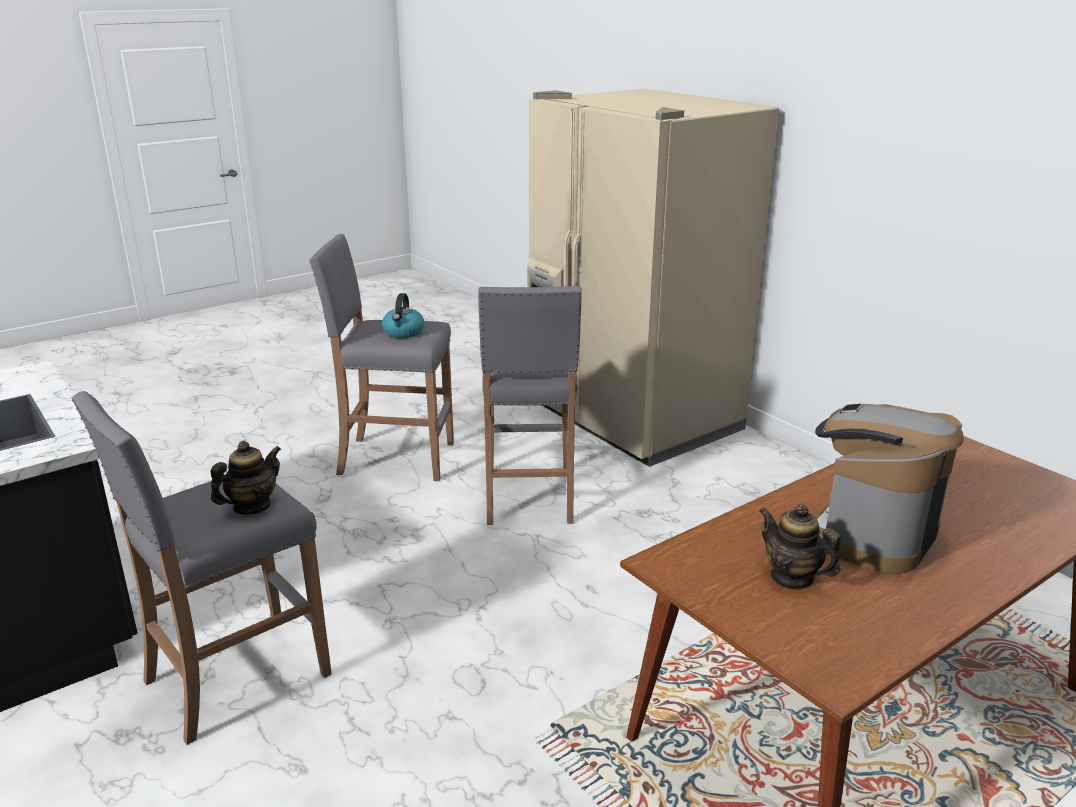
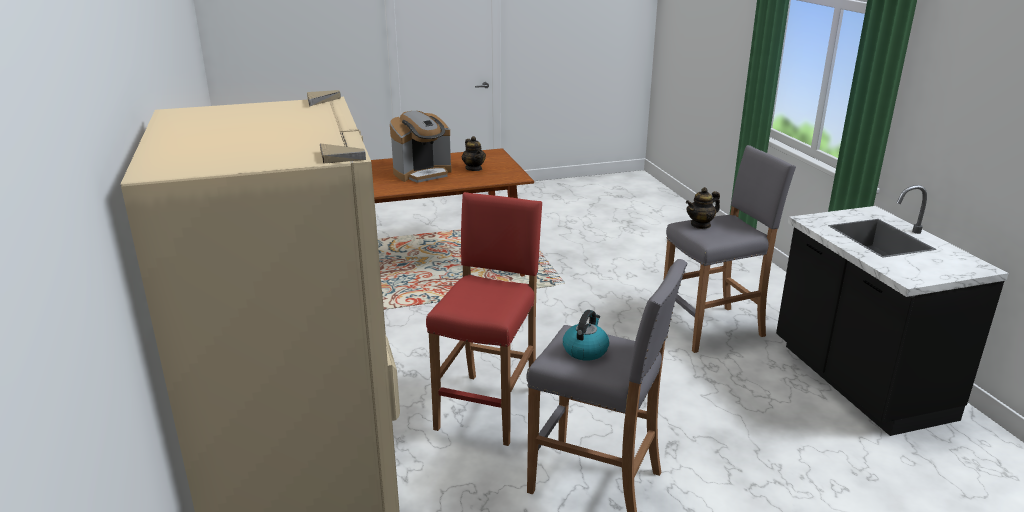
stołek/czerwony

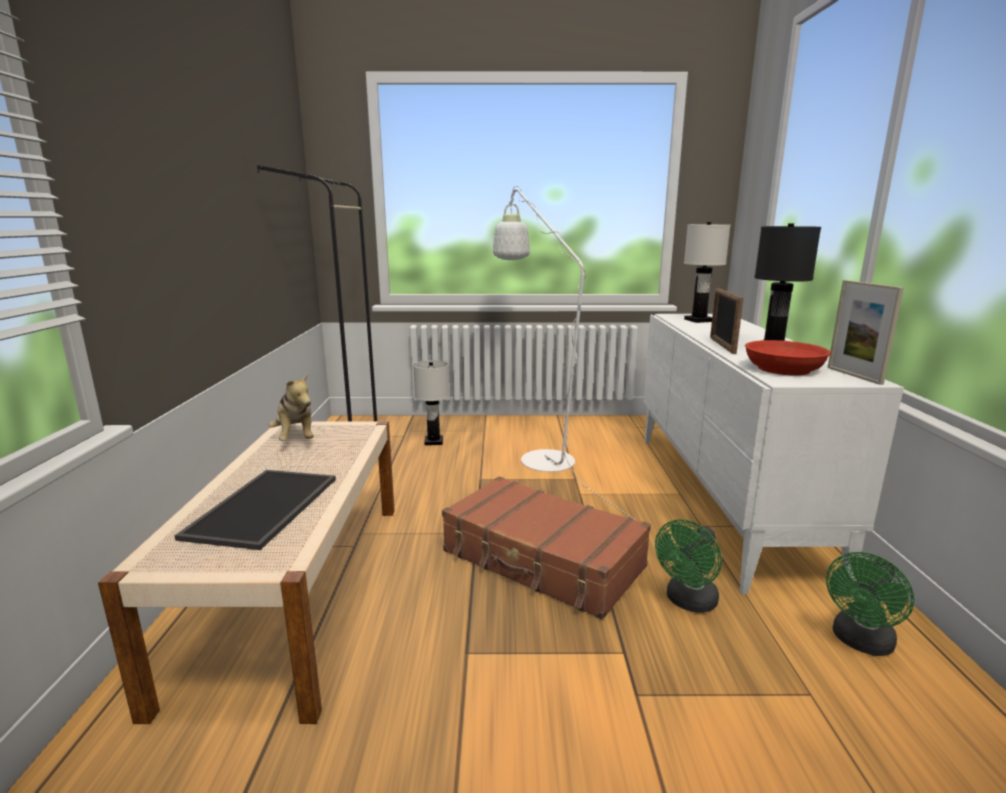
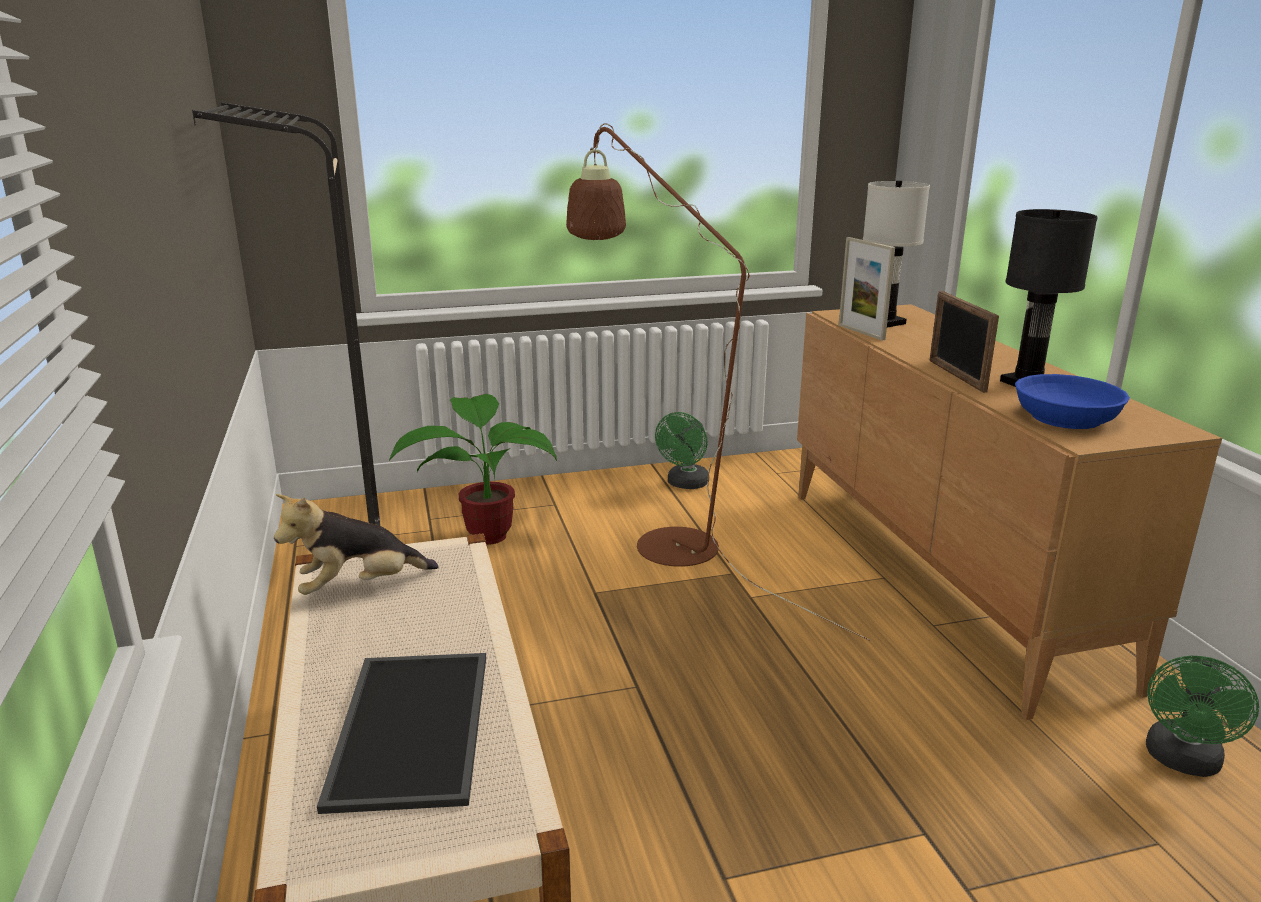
pluszak
roślina doniczkowa
walizka/brązowy
lampa stojąca/brązowy
komoda/brązowy
wentylator/zielony (no. 1 from left)
miska/niebieski
ramka na zdjęcie (no. 1 from left)

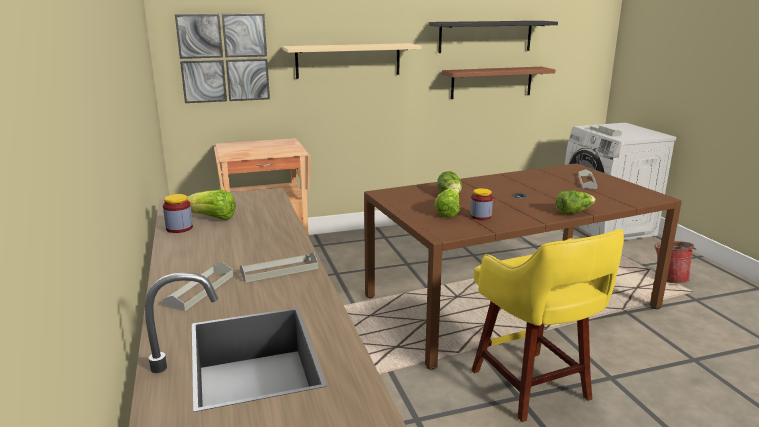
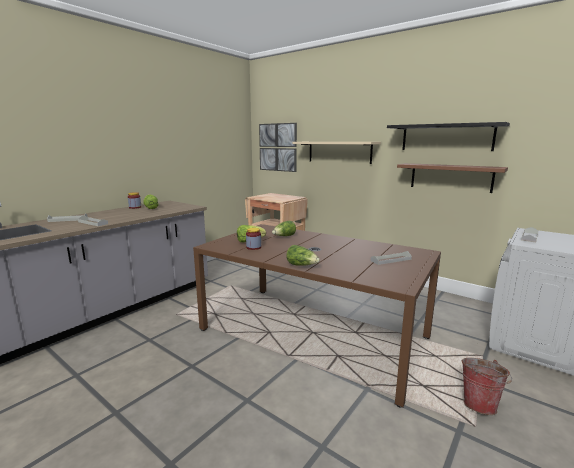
stołek/żółty

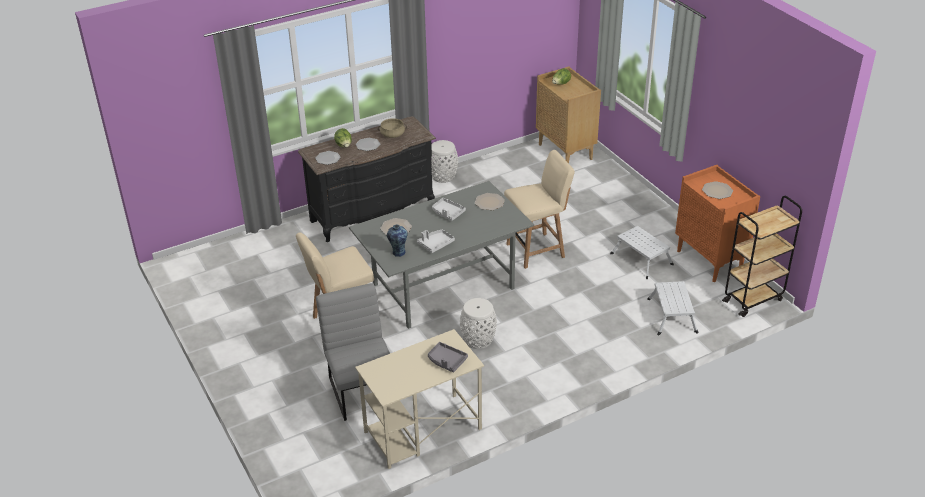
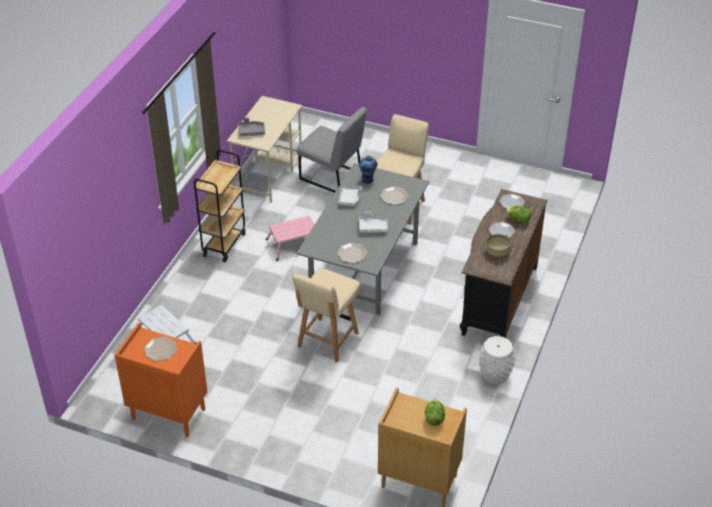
drabinka/różowy
drabinka/biały (no. 1 from left in the first image)
wózek/brązowy

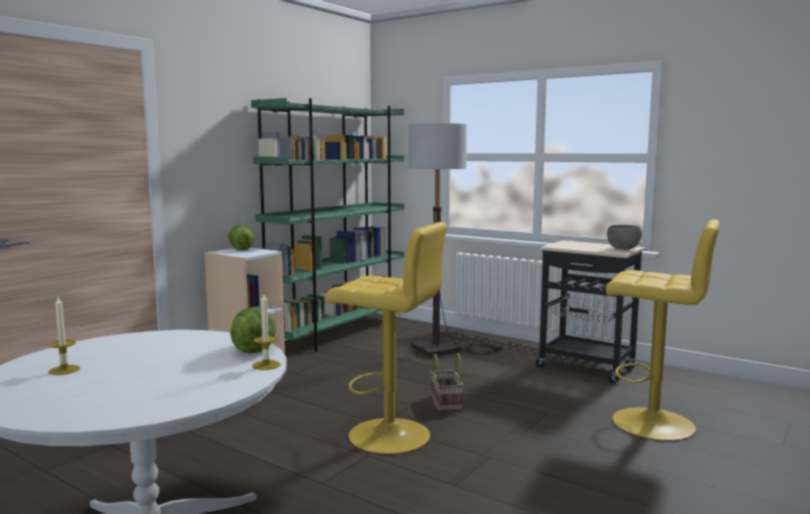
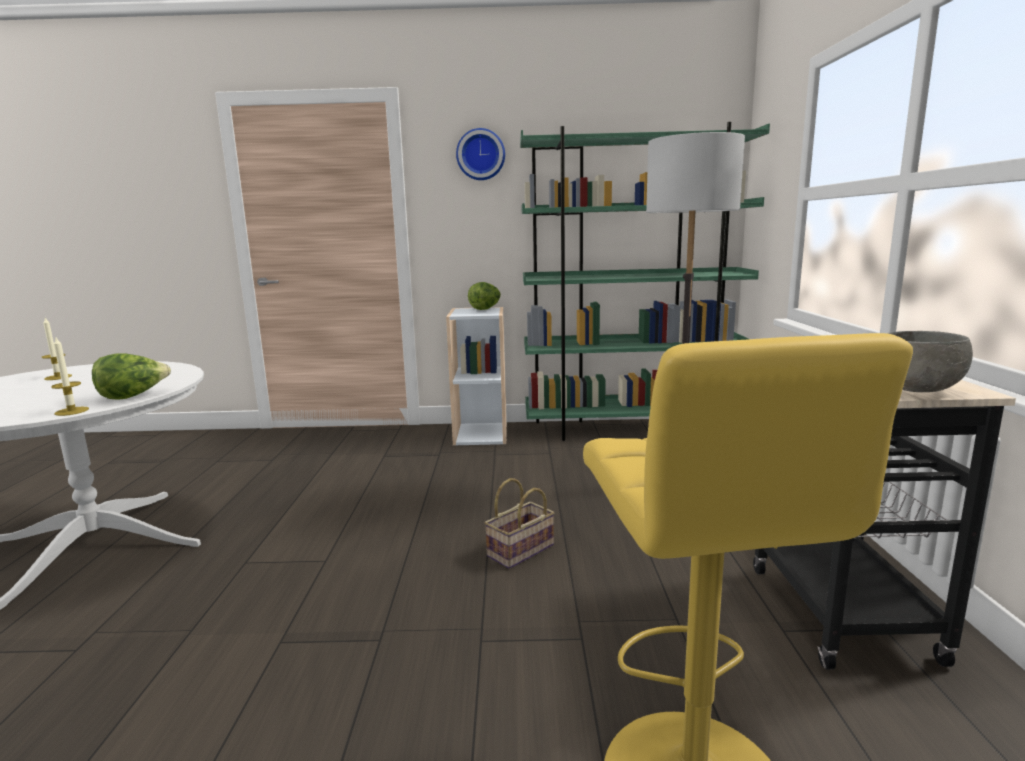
stołek/żółty (no. 1 from left in the first image)
zegar ścienny

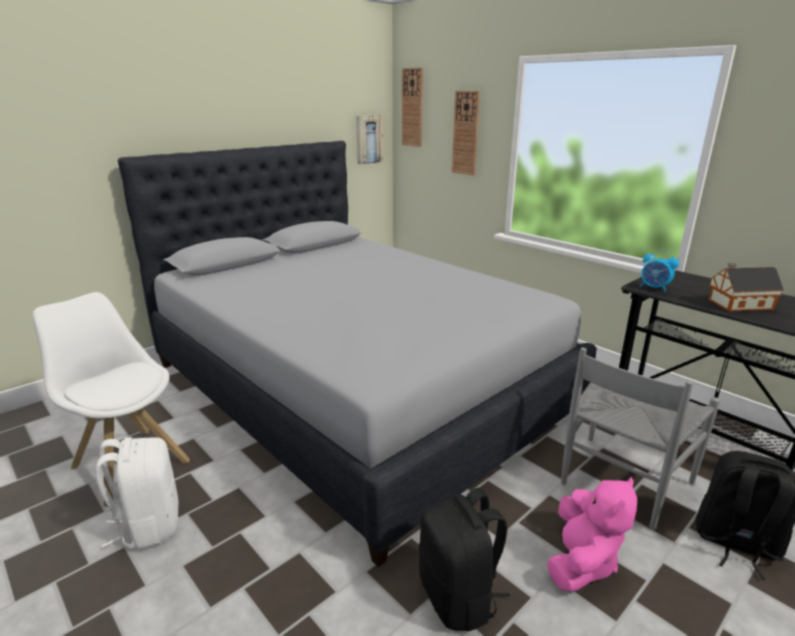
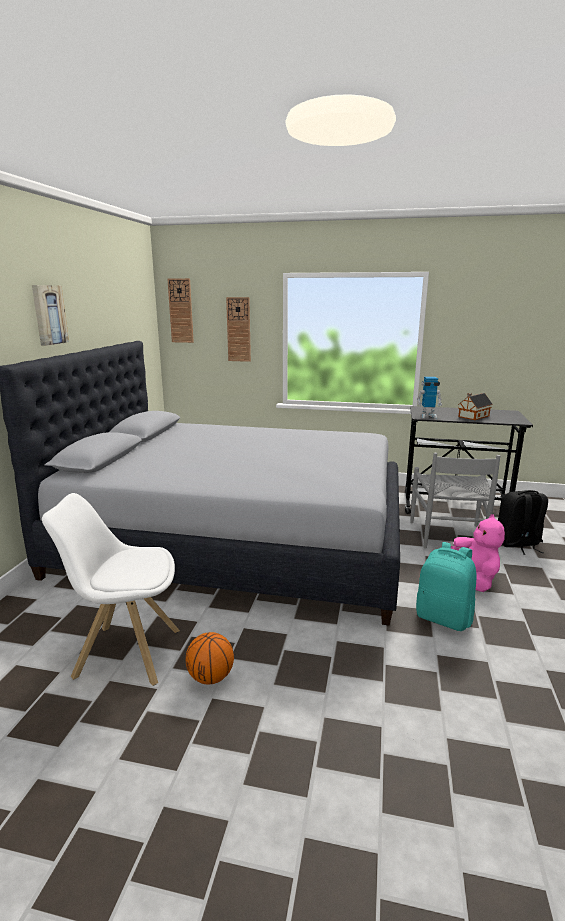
piłka do koszykówki
obraz
plecak/turkusowy
robot zabawkowy

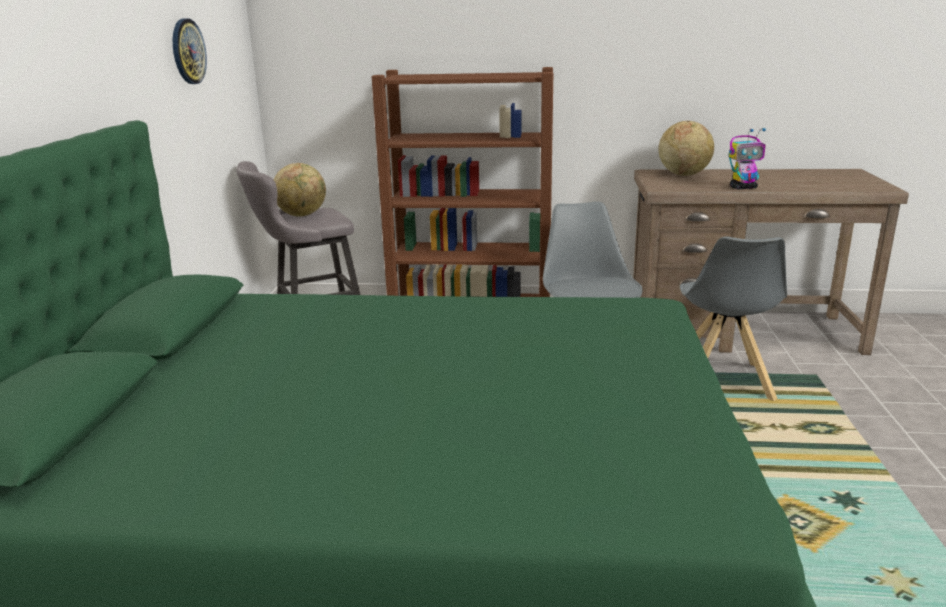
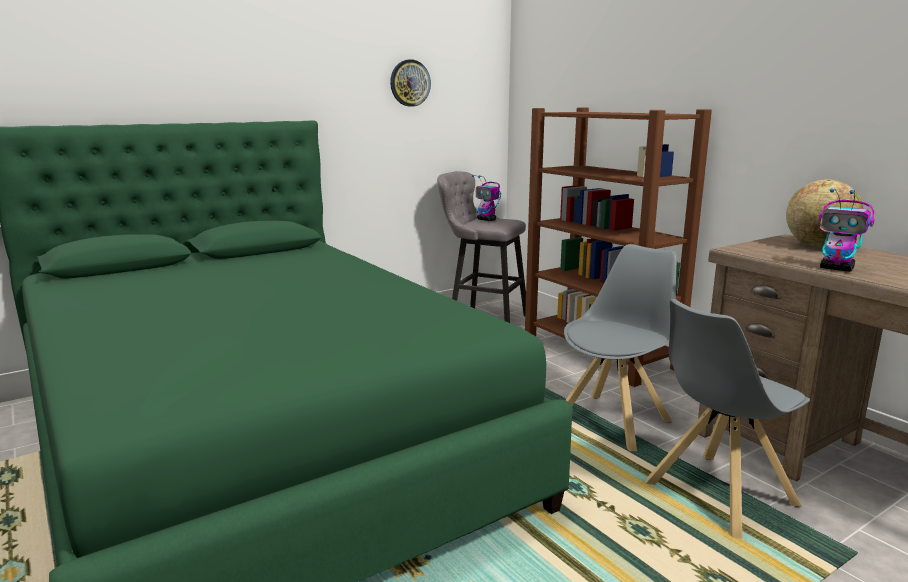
robot zabawkowy (no. 1 from left)

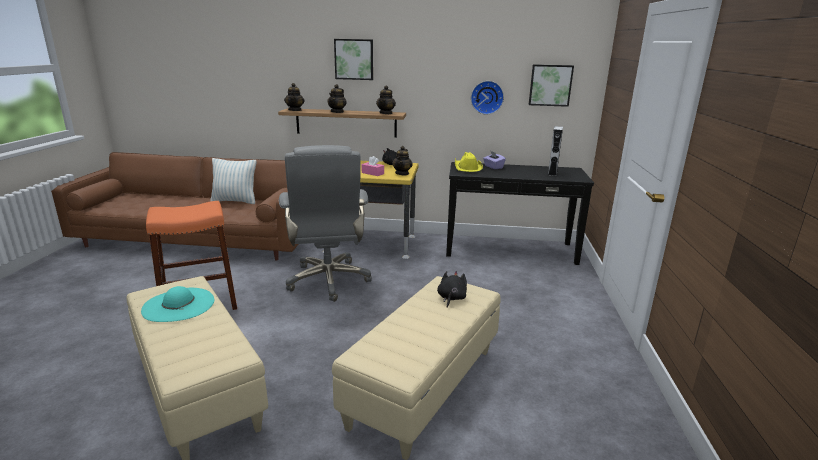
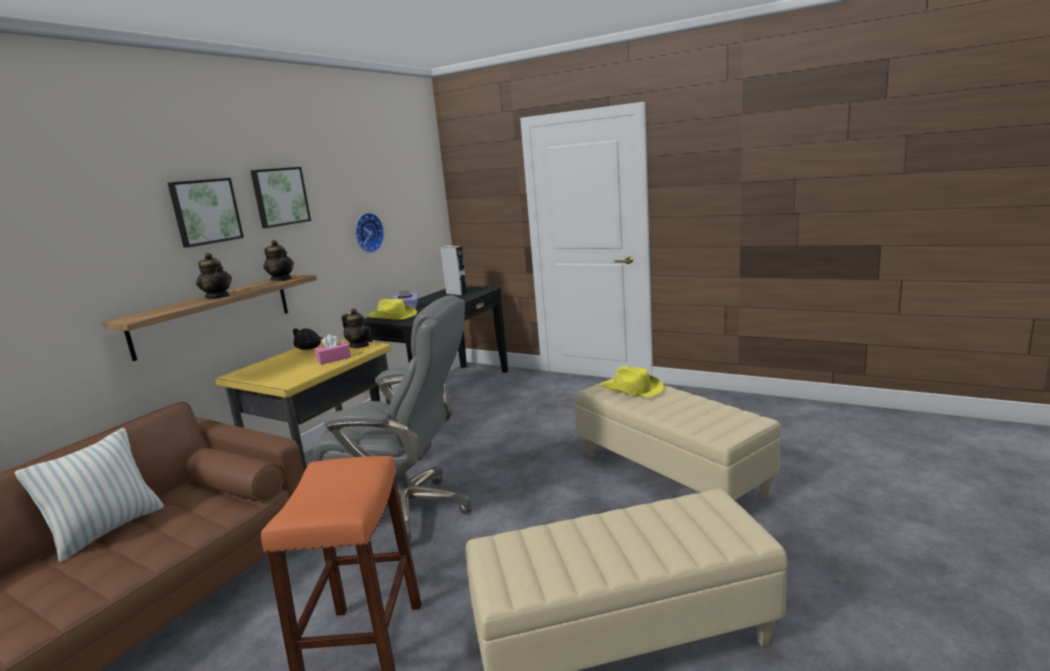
kapelusz/turkusowy
imbryk (no. 1 from left in the first image)
kapelusz/żółty (no. 2 from left)
obraz (no. 2 from left)

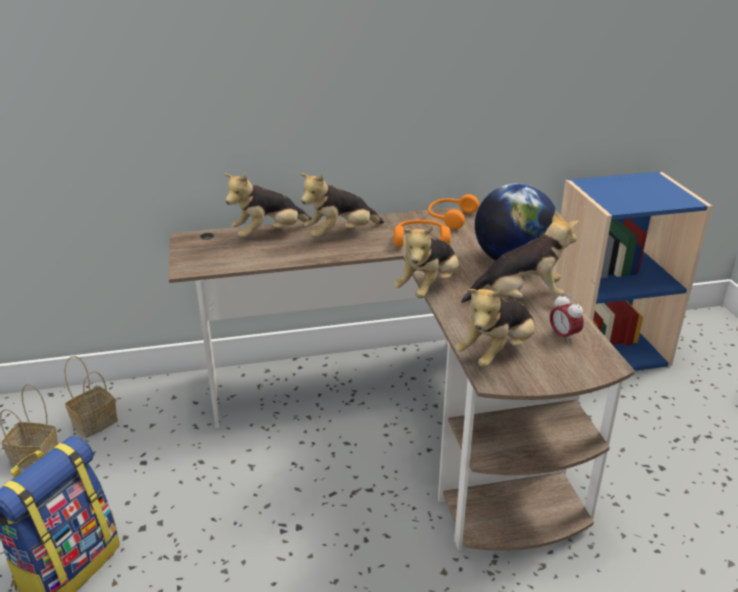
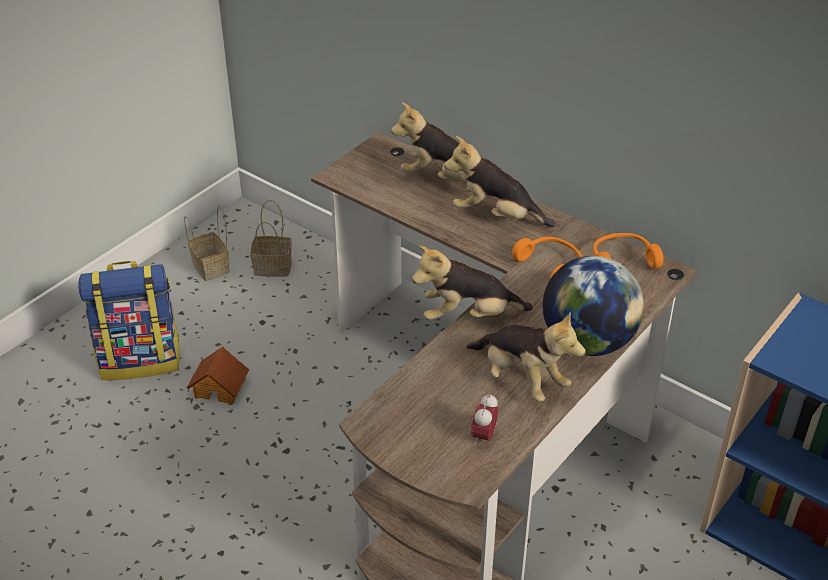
pluszak (no. 4 from left in the first image)
domek

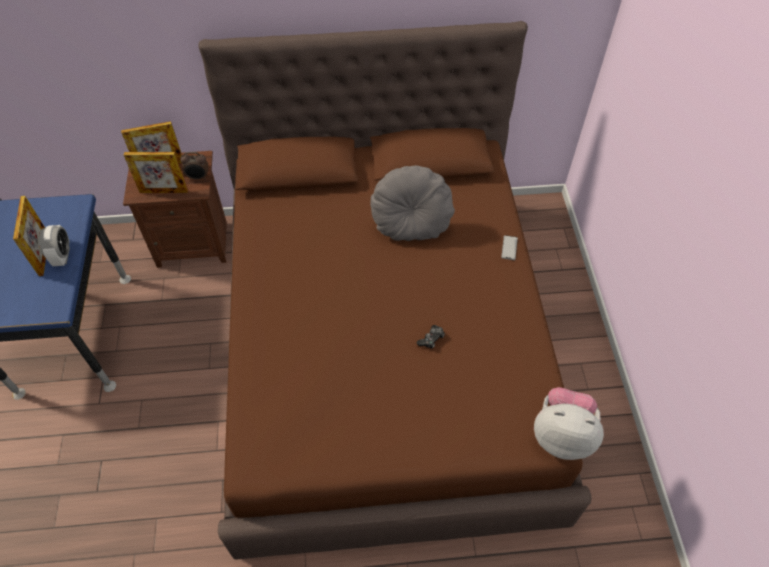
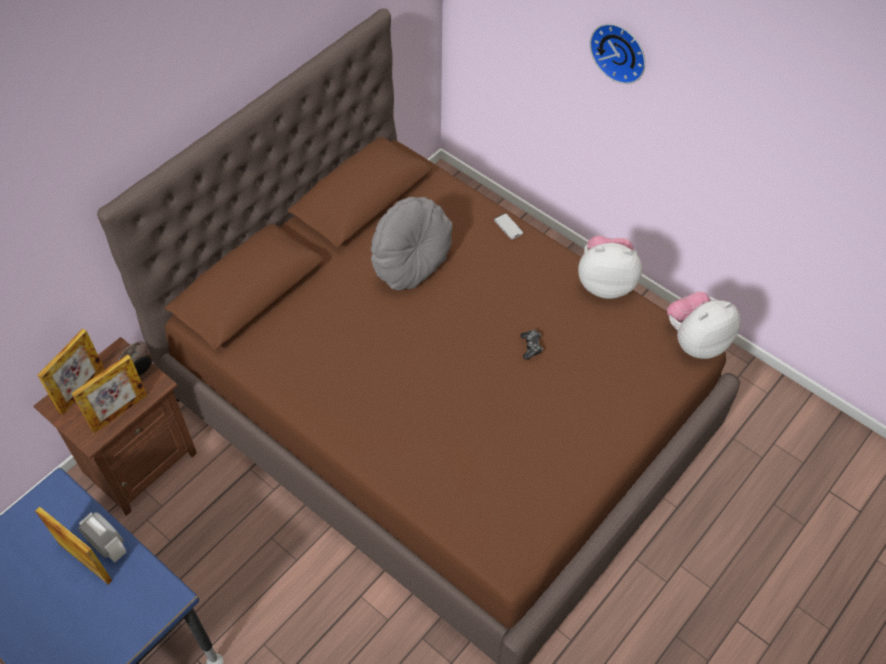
pluszak (no. 1 from left)
zegar ścienny

